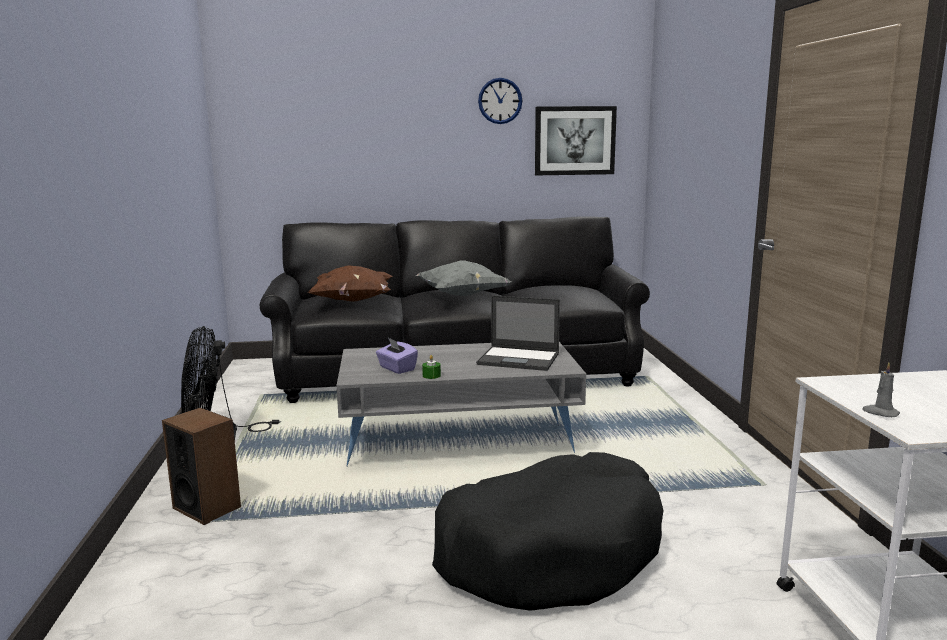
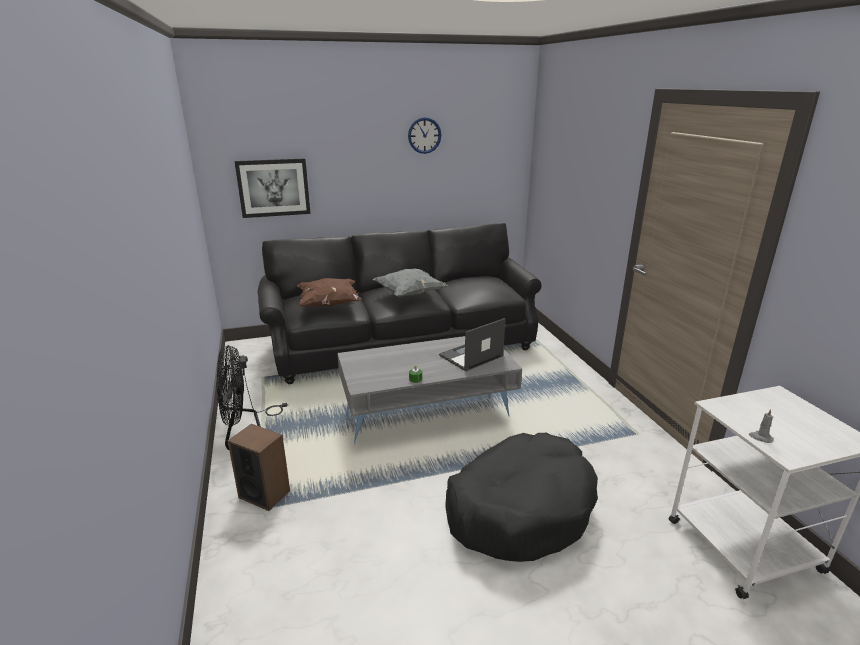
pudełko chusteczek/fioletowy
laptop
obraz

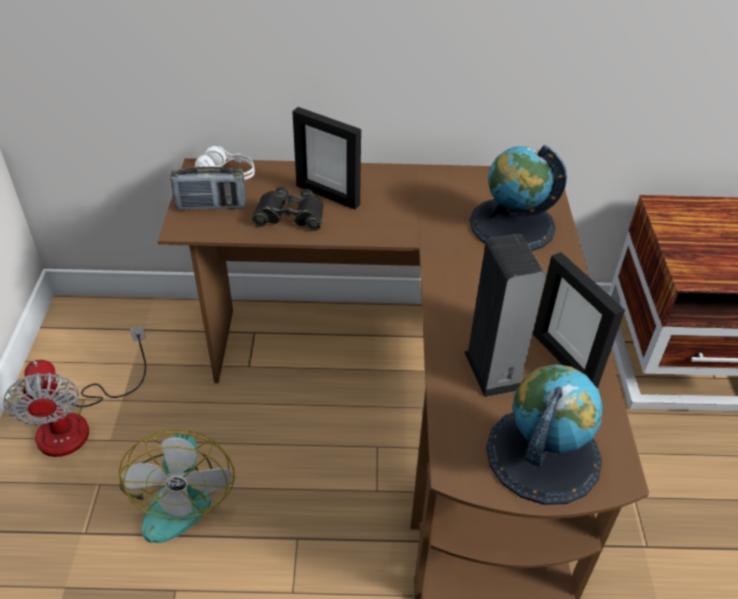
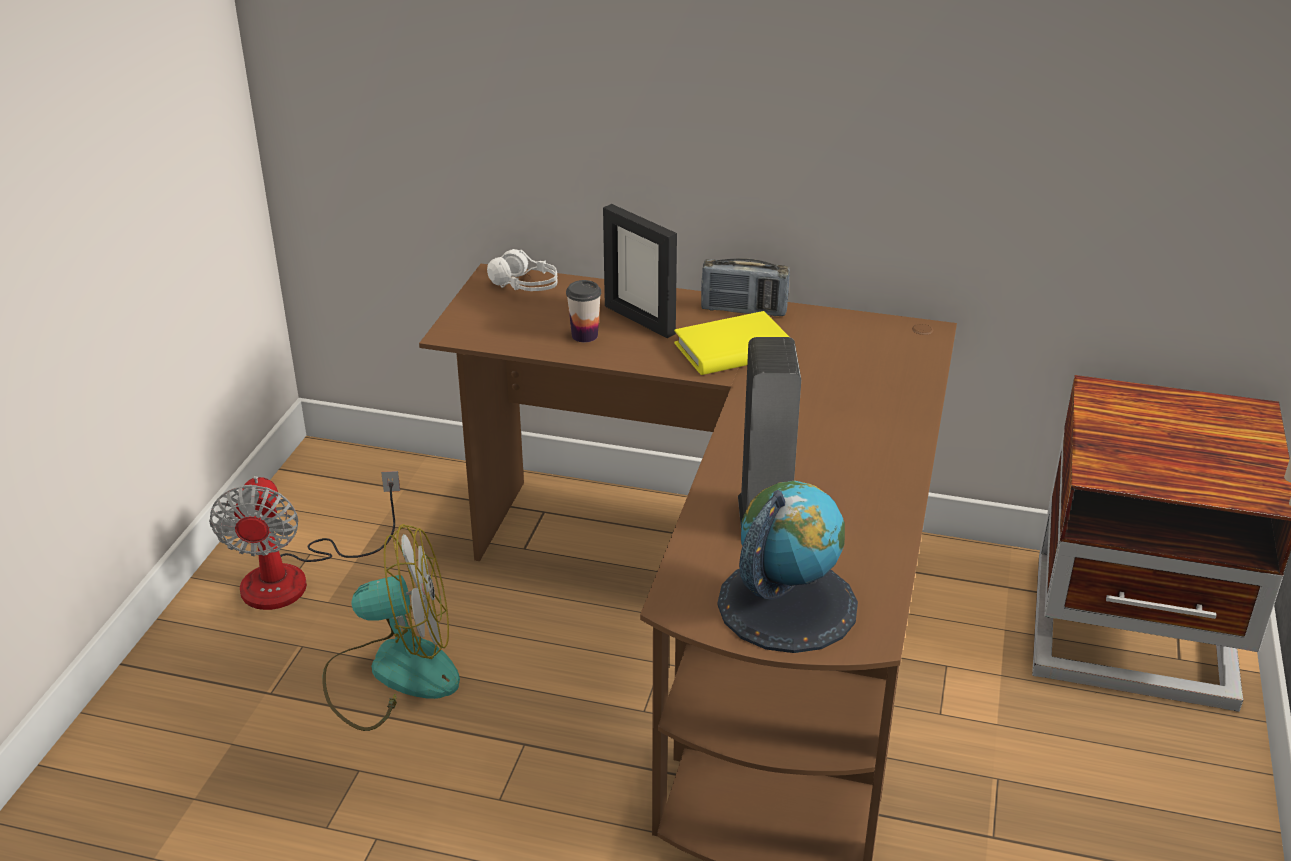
wentylator (no. 2 from left)
radio
filiżanka
globus (no. 1 from left in the first image)
ramka na zdjęcie (no. 2 from left in the first image)
książka/żółty

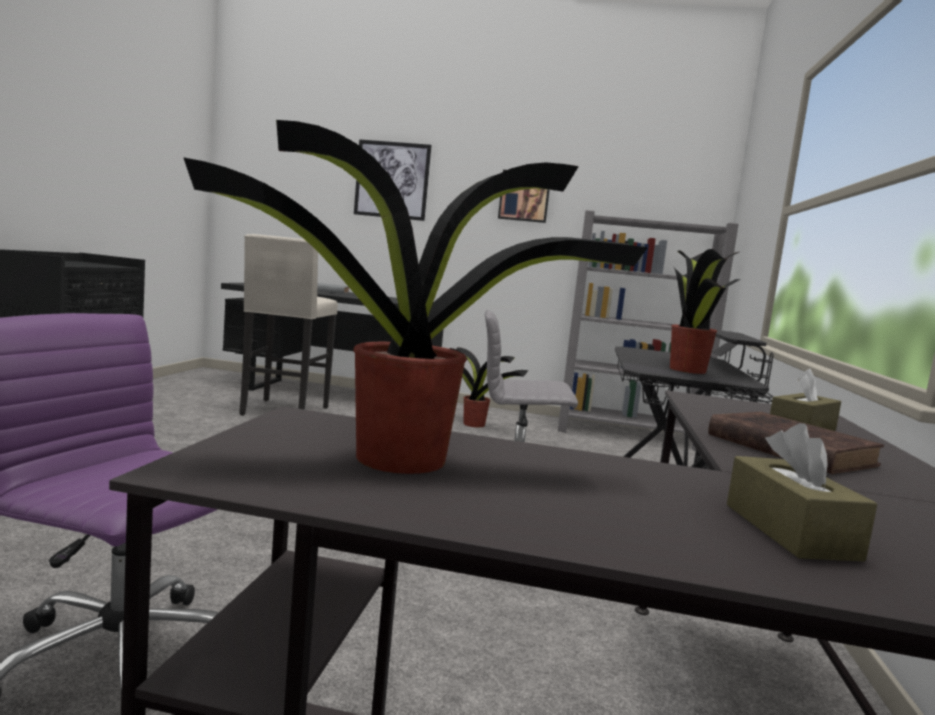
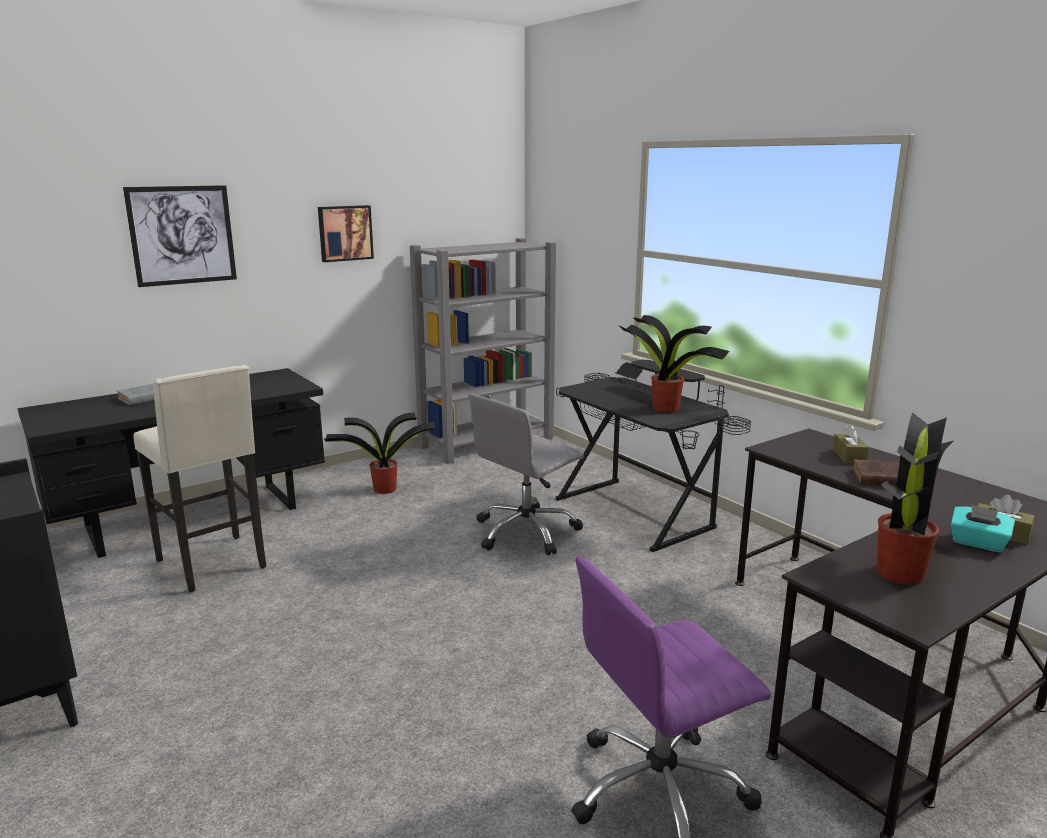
pudełko chusteczek/turkusowy

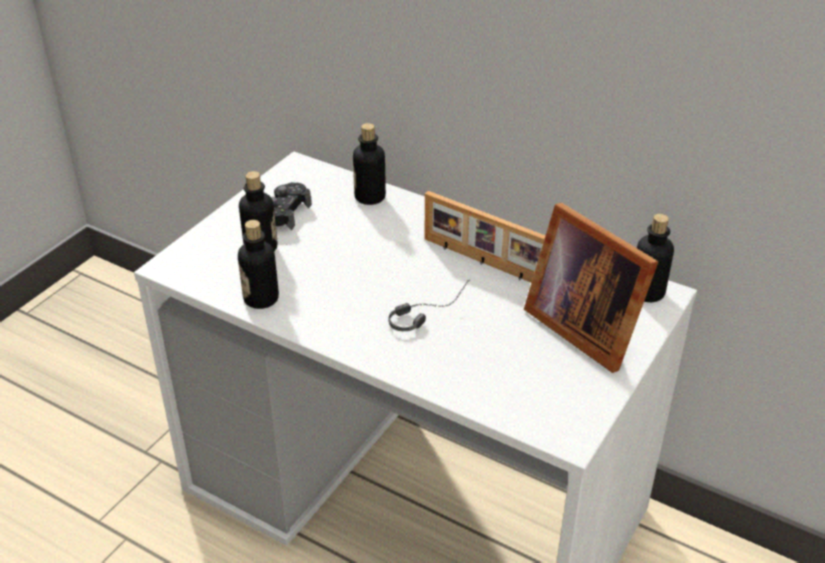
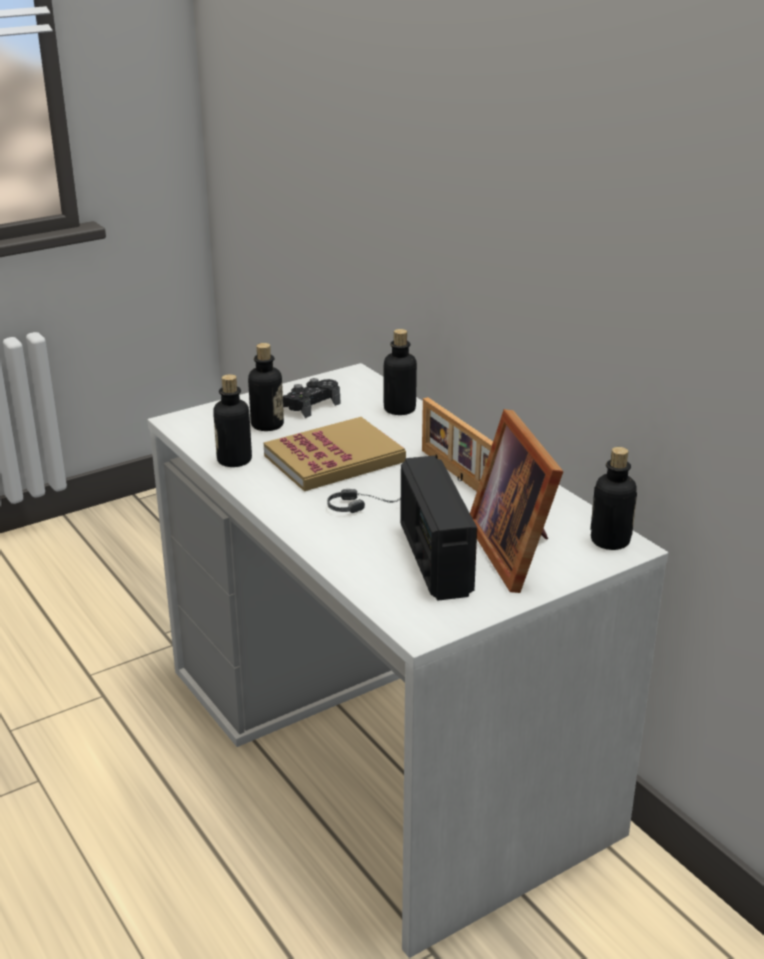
książka
radio

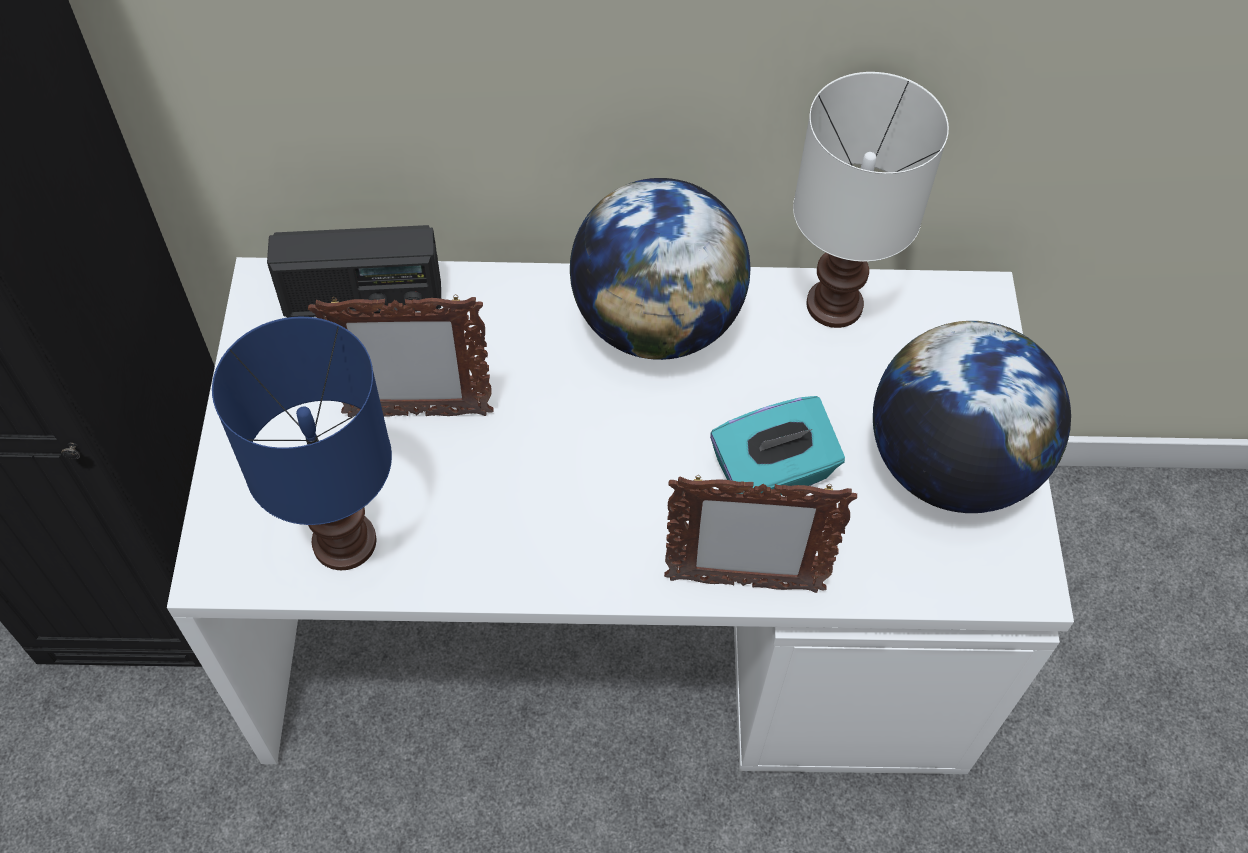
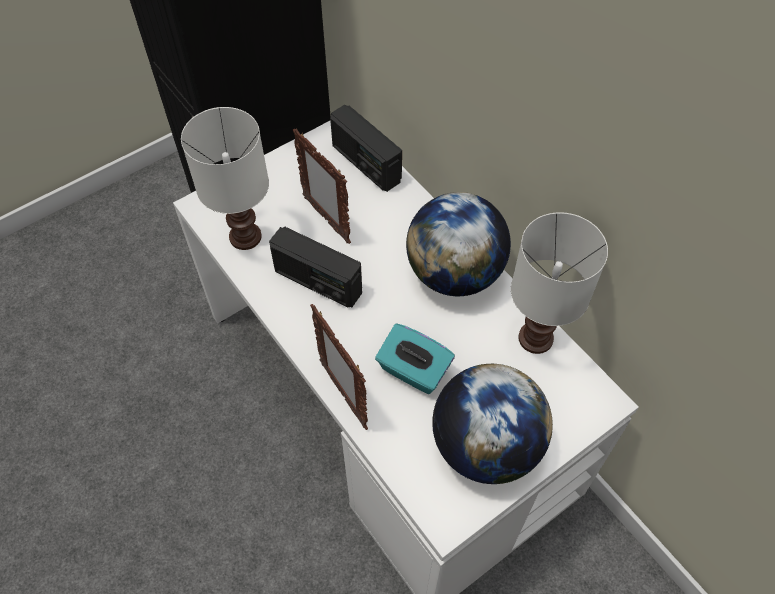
lampa stołowa/biały (no. 1 from left)
radio (no. 1 from left)

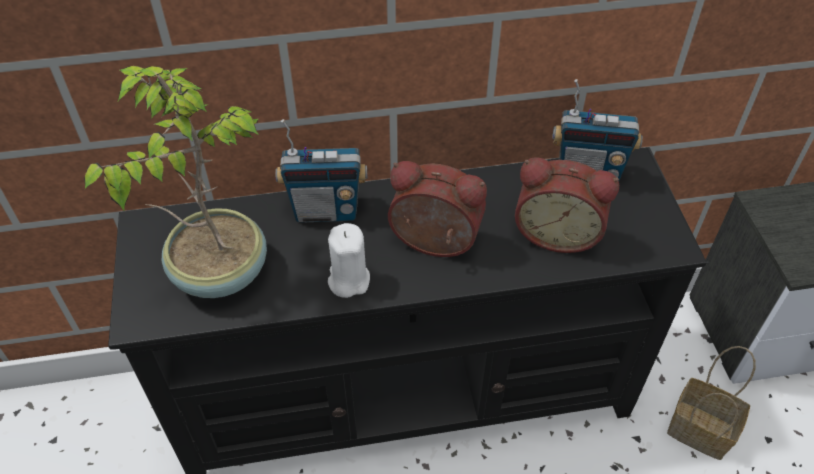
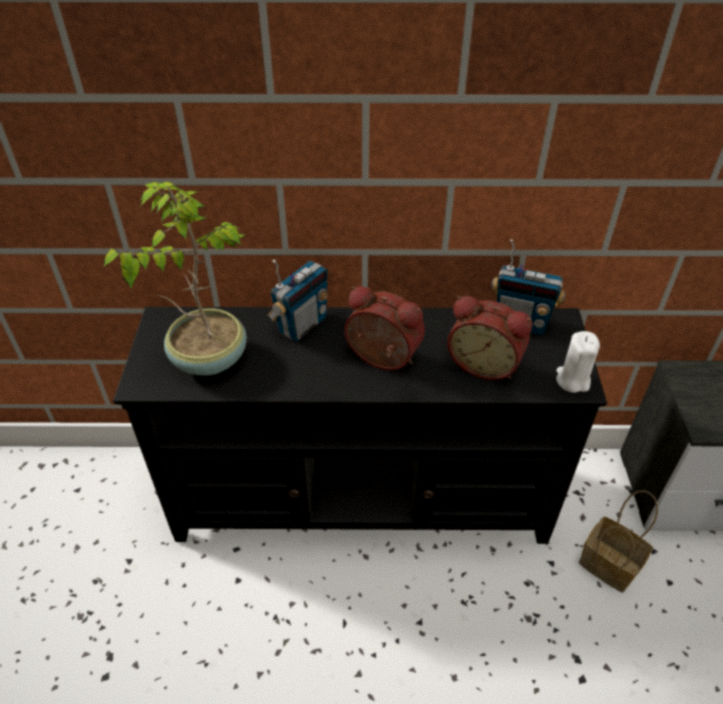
radio (no. 1 from left)
świeca/biały

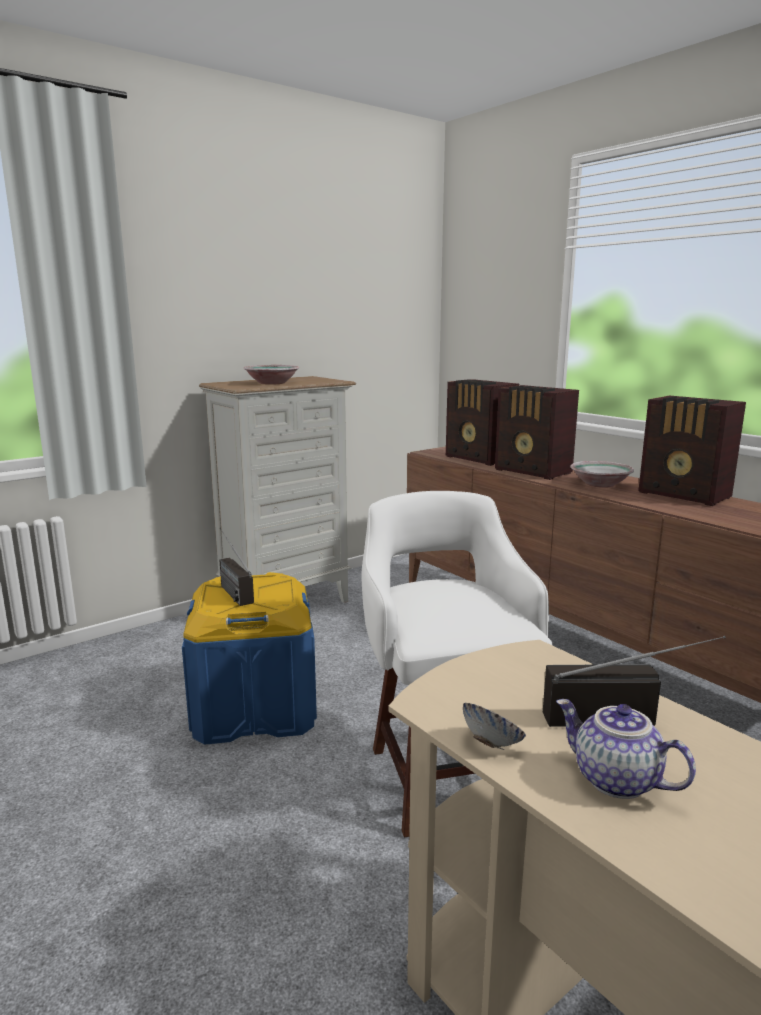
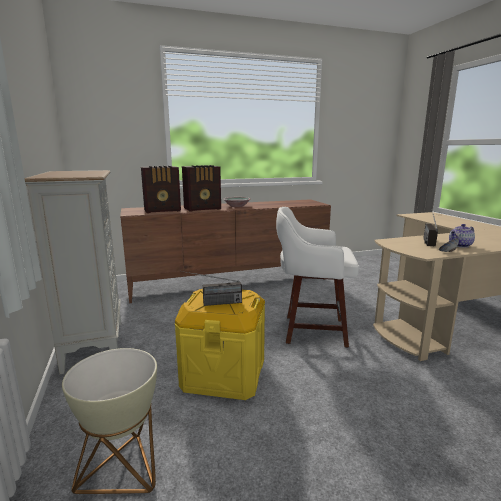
pojemnik do przechowywania/żółty
miska (no. 1 from left in the first image)
radio (no. 5 from left in the first image)
donica

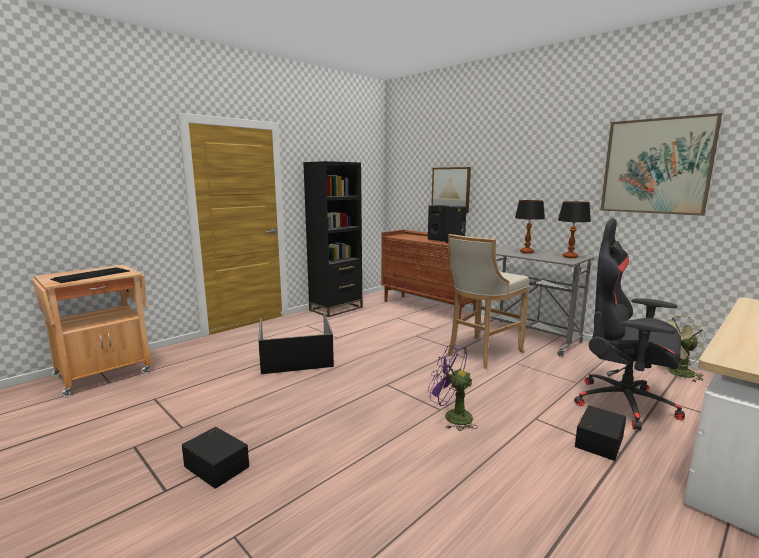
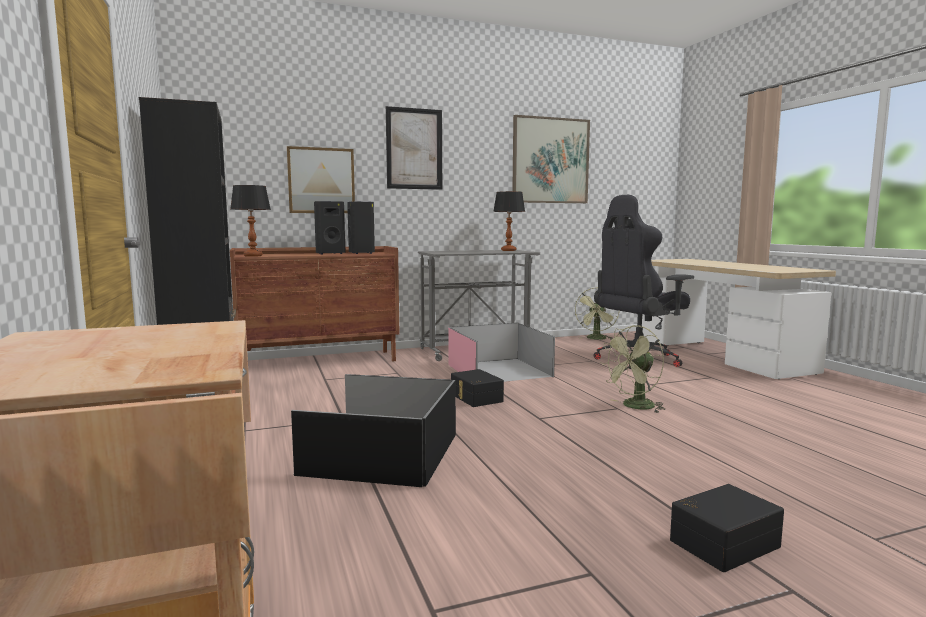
klawiatura
wentylator/zielony (no. 2 from left)
pojemnik do przechowywania/różowy
lampa stołowa (no. 1 from left)
pojemnik do przechowywania/czarny (no. 2 from left)
obraz (no. 2 from left)

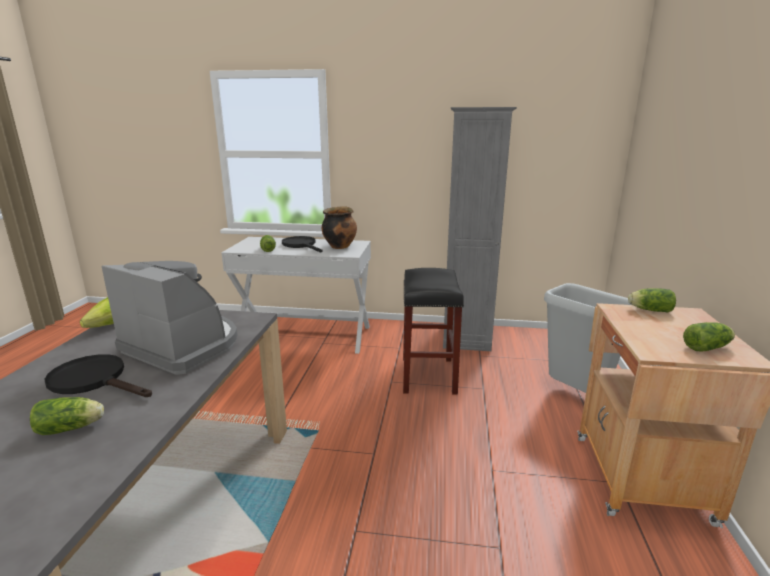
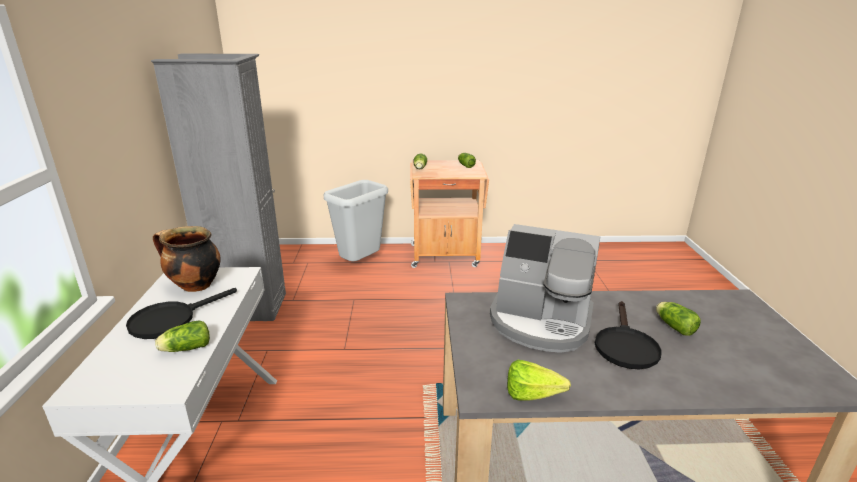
ekspres do kawy
stołek/czarny

